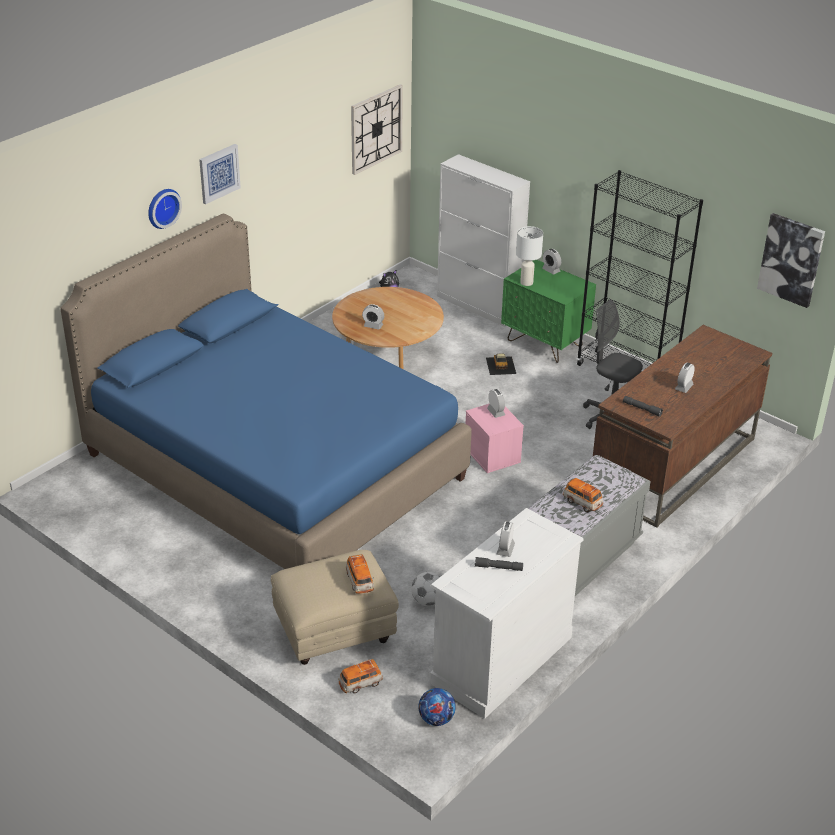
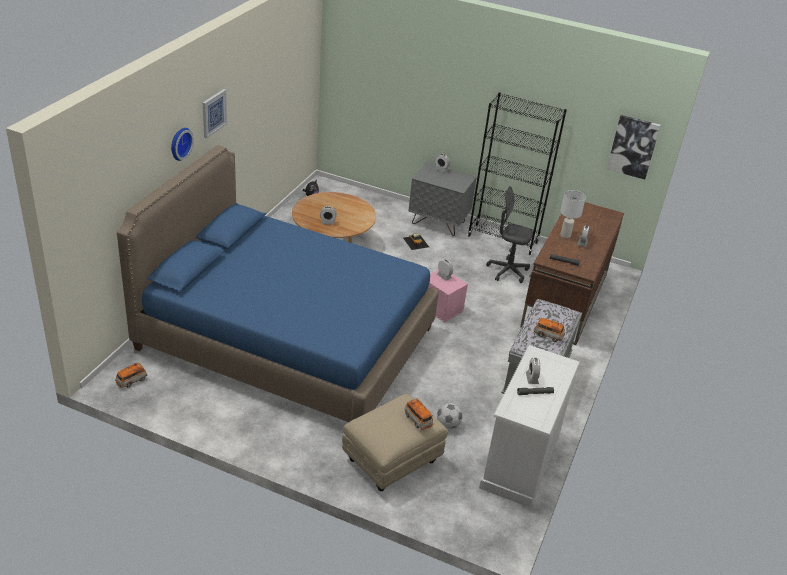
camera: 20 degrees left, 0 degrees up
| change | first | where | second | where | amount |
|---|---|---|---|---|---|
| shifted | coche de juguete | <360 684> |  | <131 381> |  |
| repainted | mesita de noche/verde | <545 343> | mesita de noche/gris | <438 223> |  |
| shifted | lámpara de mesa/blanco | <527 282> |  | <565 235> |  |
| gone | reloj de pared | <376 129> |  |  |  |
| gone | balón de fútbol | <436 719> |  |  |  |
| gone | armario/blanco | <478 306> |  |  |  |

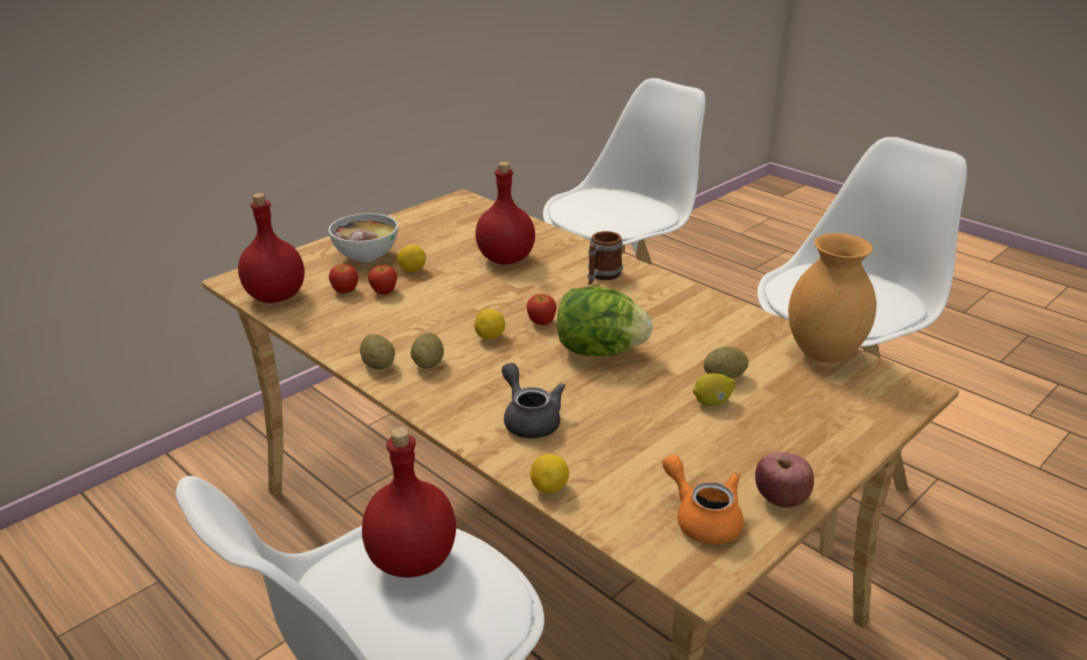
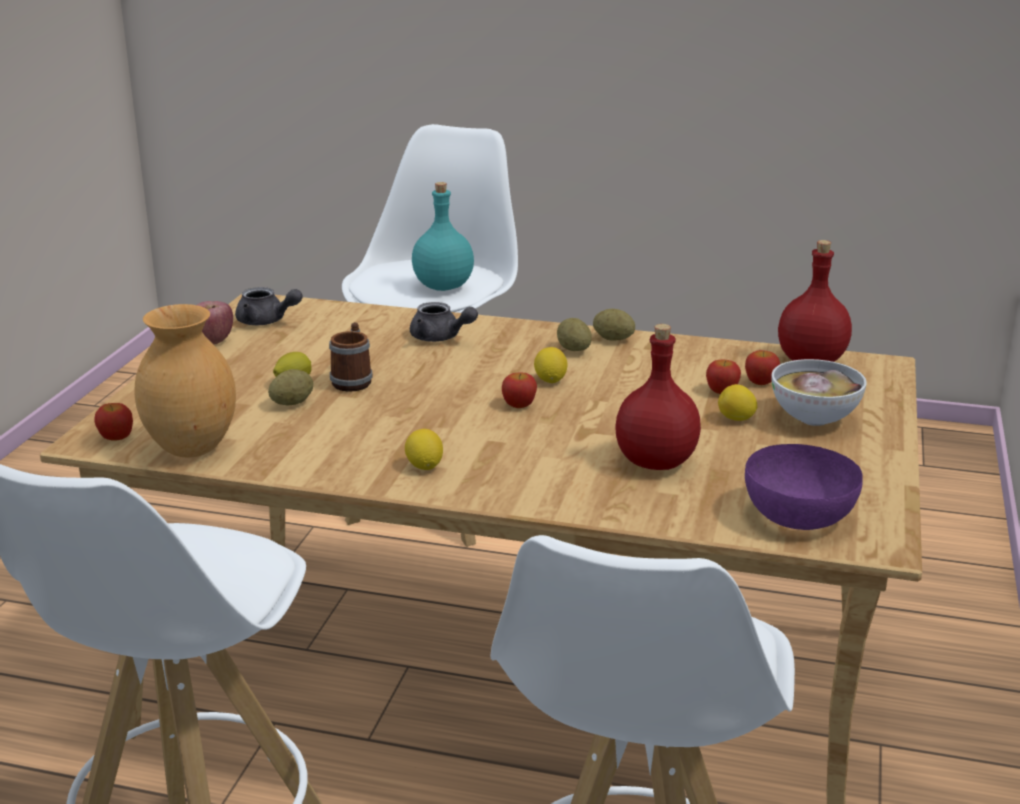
camera: 150 degrees right, 5 degrees down
| change | first | where | second | where | amount |
|---|---|---|---|---|---|
| new |  |  | manzana | <116 437> |  |
| repainted | tetera/naranja | <702 518> | tetera/gris | <266 321> |  |
| shifted | taza grande | <601 276> |  | <353 380> |  |
| shifted | limón | <549 488> |  | <424 466> |  |
| repainted | botella/rojo | <411 561> | botella/turquesa | <443 286> |  |
| new |  |  | cuenco/morado | <799 514> |  |
| gone | lechuga | <599 351> |  |  |  |

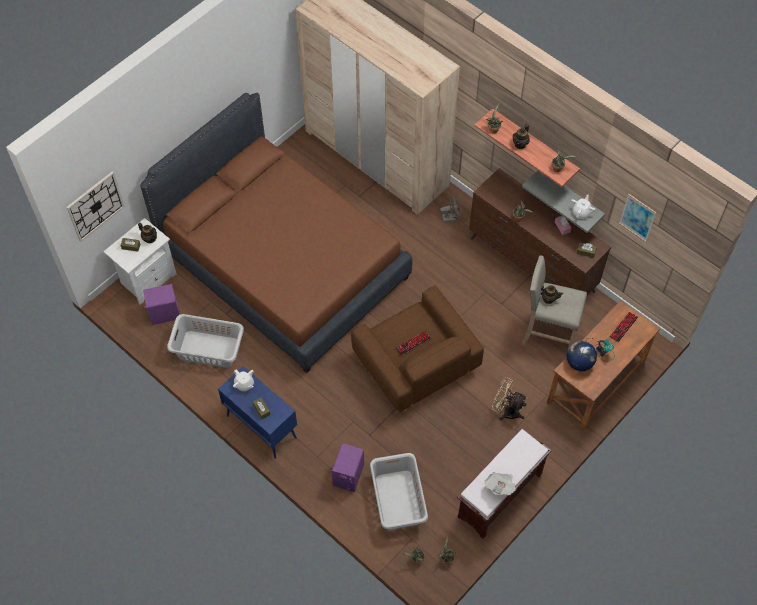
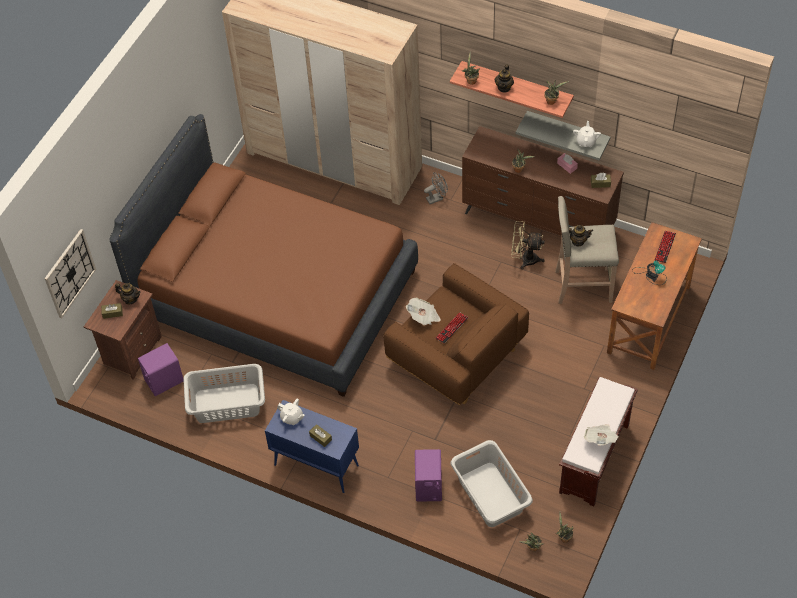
camera: 15 degrees left, 5 degrees down
| change | first | where | second | where | amount |
|---|---|---|---|---|---|
| repainted | mesita de noche/blanco | <147 279> | mesita de noche/marrón | <131 351> |  |
| new |  |  | periódico | <423 317> |  |
| shifted | ventilador/beis | <506 411> |  | <524 259> |  |
| gone | globo terráqueo | <579 363> |  |  |  |
| gone | cuadro | <637 217> |  |  |  |

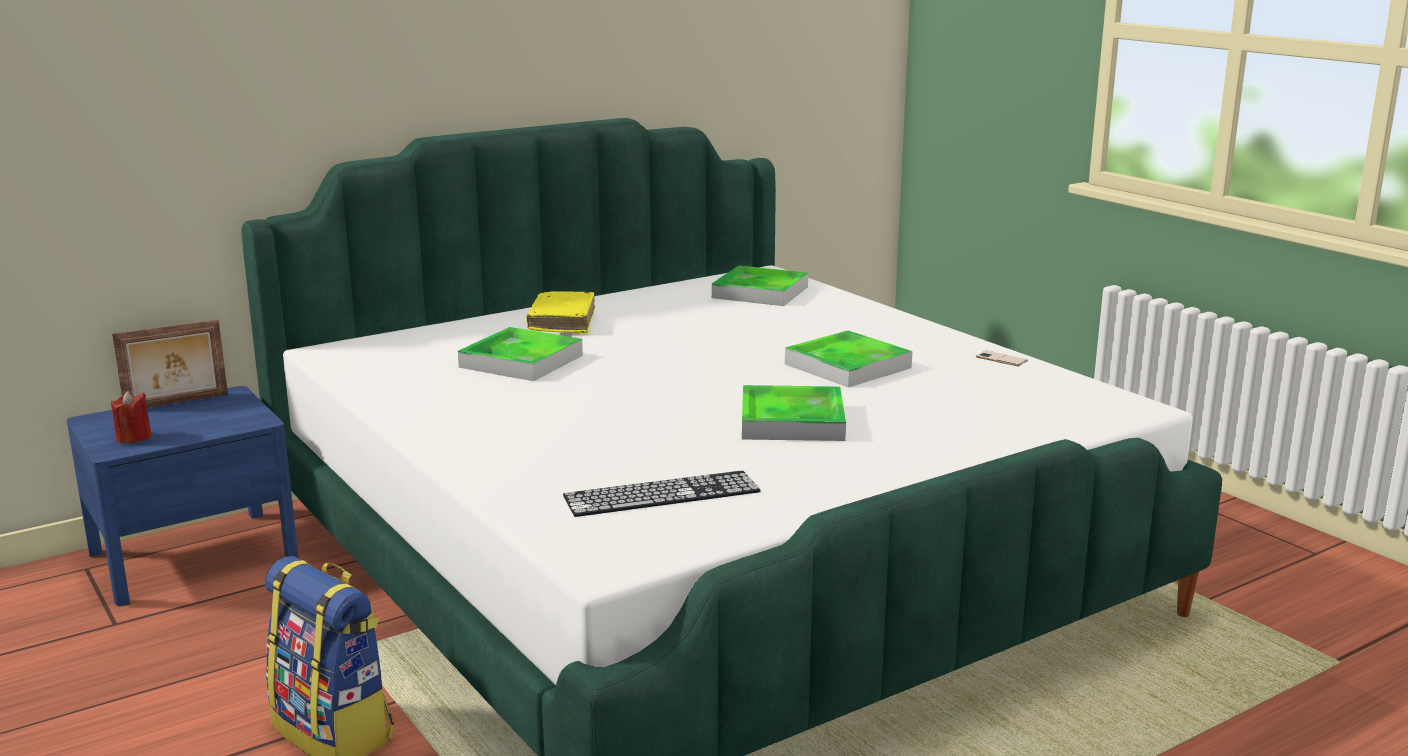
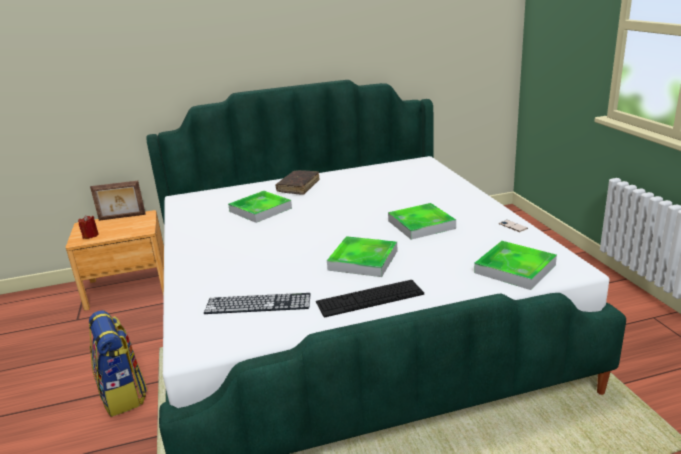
camera: 20 degrees right, 5 degrees up
| change | first | where | second | where | amount |
|---|---|---|---|---|---|
| repainted | mesita de noche/azul | <193 556> | mesita de noche/marrón | <128 287> |  |
| repainted | libro/amarillo | <562 322> | libro/marrón | <298 187> |  |
| new |  |  | teclado | <370 298> |  |
| shifted | bandeja | <760 292> |  | <515 269> |  |

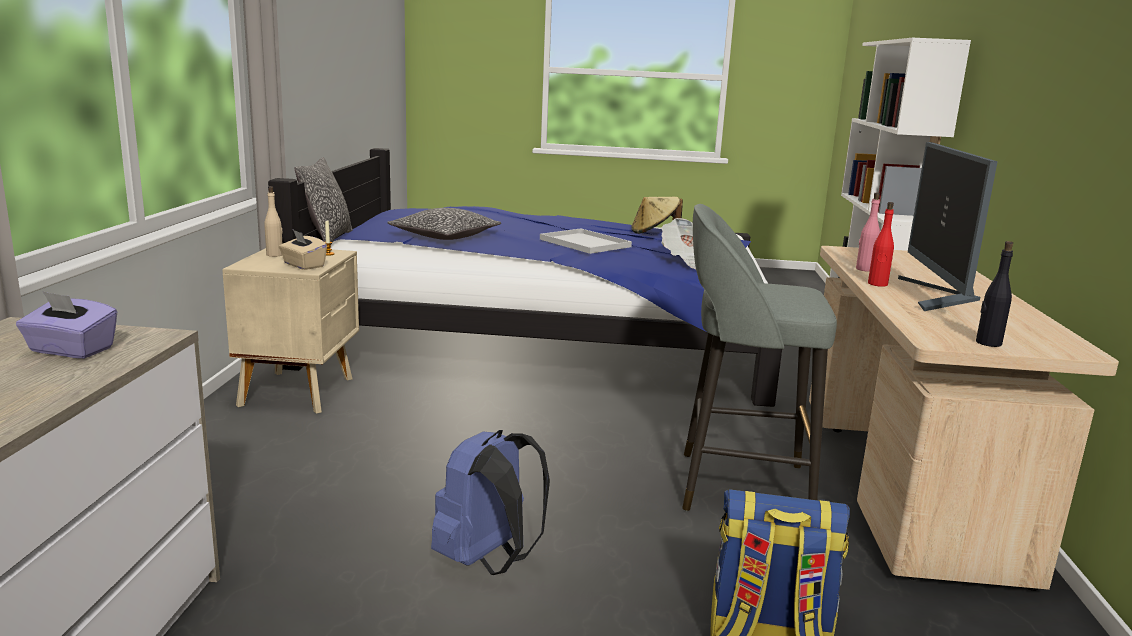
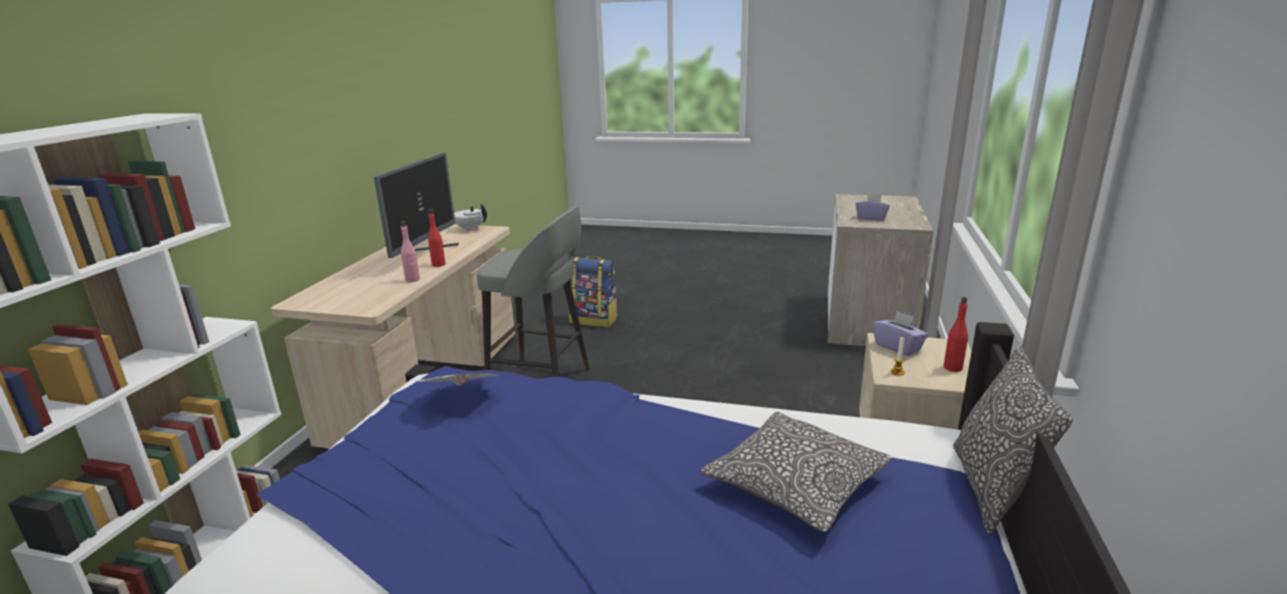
camera: 170 degrees left, 5 degrees up
| change | first | where | second | where | amount |
|---|---|---|---|---|---|
| swapped | botella/negro | <988 343> | tetera/blanco | <470 229> |  |
| repainted | caja de pañuelos/beis | <303 265> | caja de pañuelos/morado | <898 347> |  |
| repainted | botella/beis | <275 255> | botella/rojo | <952 368> |  |
| gone | mochila/azul | <488 560> |  |  |  |
| gone | bandeja/blanco | <586 243> |  |  |  |
| gone | sombrero/beis | <654 232> |  |  |  |

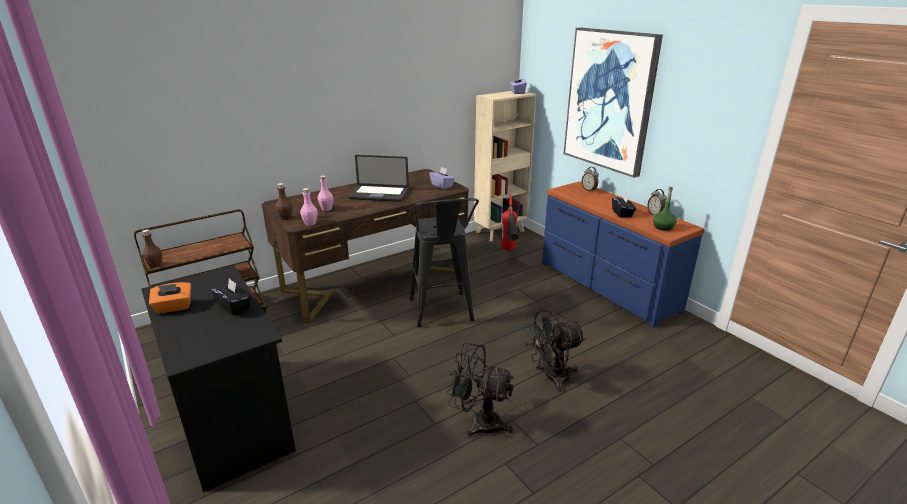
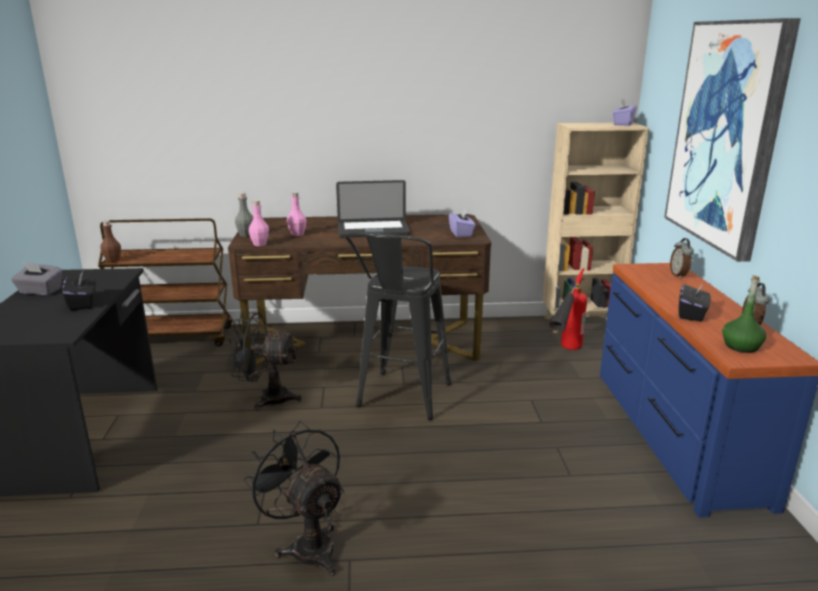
camera: 30 degrees right, 5 degrees down
| change | first | where | second | where | amount |
|---|---|---|---|---|---|
| repainted | caja de pañuelos/naranja | <174 307> | caja de pañuelos/gris | <40 291> |  |
| shifted | ventilador/negro | <551 378> |  | <267 398> |  |
| repainted | botella/marrón | <285 218> | botella/gris | <246 235> |  |
| rotated | portátil | <379 194> |  | <373 230> | 45 degrees counterclockwise |

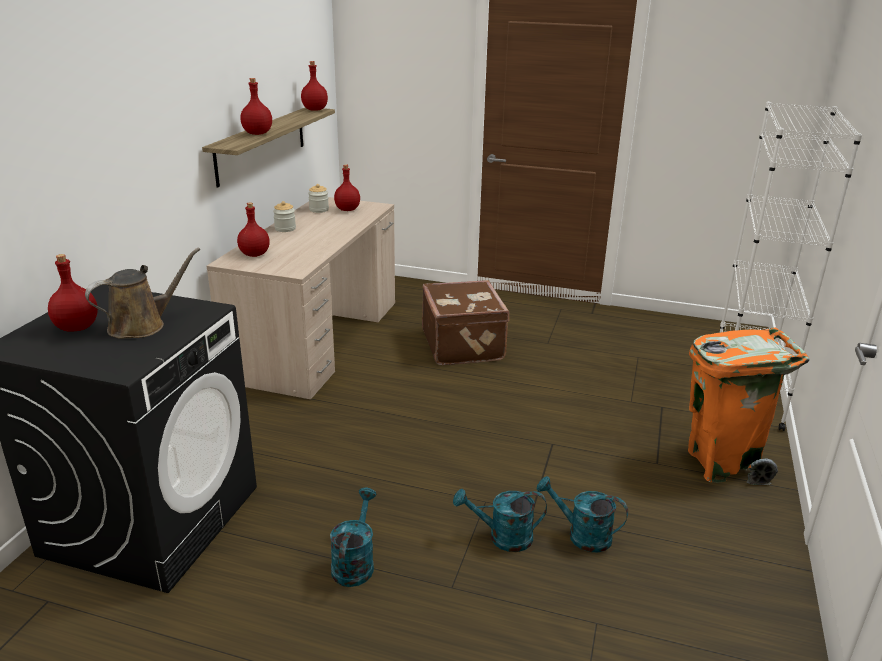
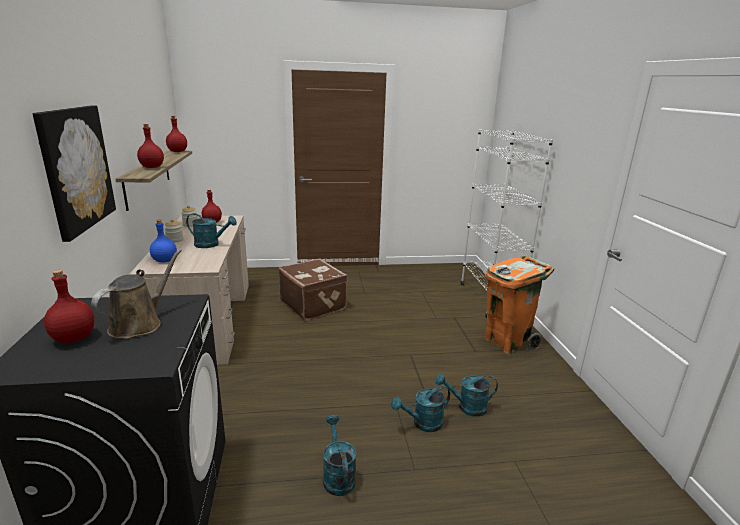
camera: 25 degrees left, 5 degrees down
| change | first | where | second | where | amount |
|---|---|---|---|---|---|
| new |  |  | cuadro | <76 169> |  |
| repainted | botella/rojo | <255 254> | botella/azul | <165 260> |  |
| new |  |  | regadera/turquesa | <211 244> |  |

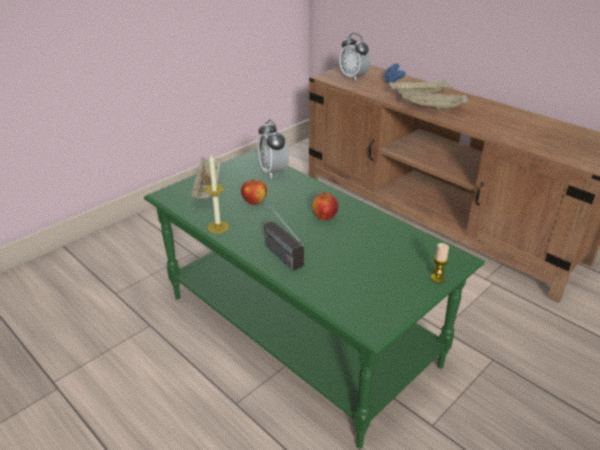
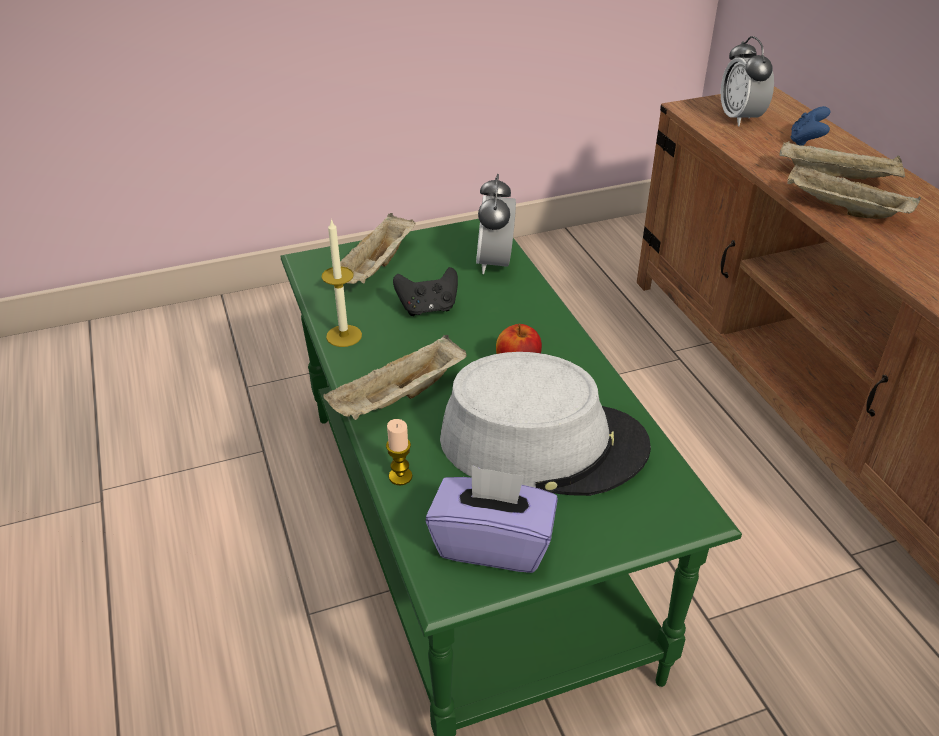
camera: 25 degrees right, 5 degrees up
| change | first | where | second | where | amount |
|---|---|---|---|---|---|
| swapped | radio | <275 249> | bandeja/beis | <399 398> |  |
| shifted | vela | <437 278> |  | <400 476> |  |
| swapped | manzana | <254 202> | mando de consola/negro | <428 308> |  |
| new |  |  | caja de pañuelos/morado | <492 543> |  |
| new |  |  | sombrero/gris | <543 443> |  |

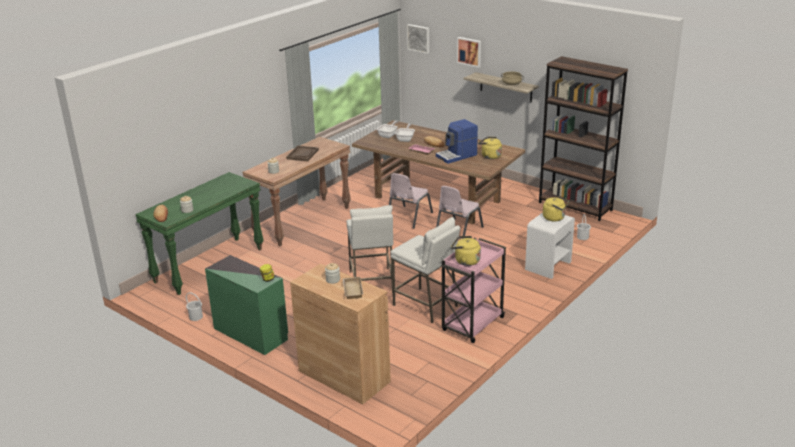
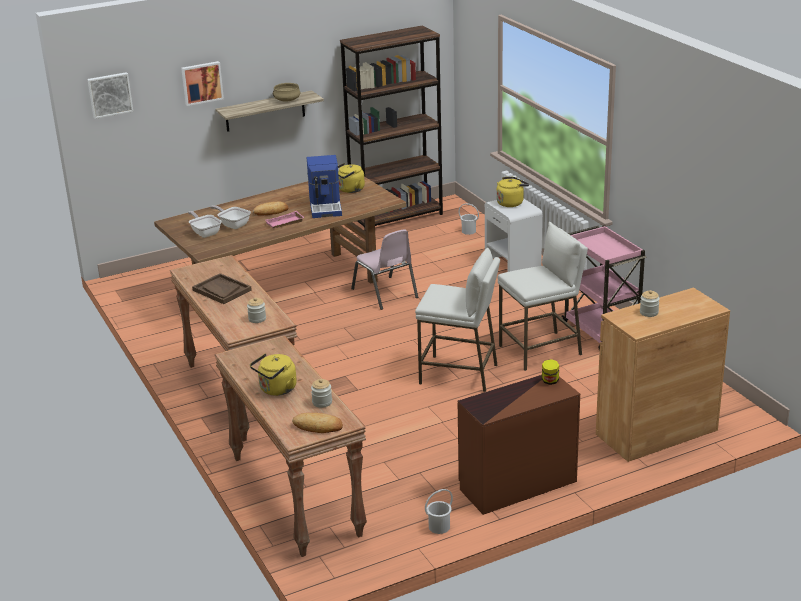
camera: 65 degrees left, 0 degrees up
| change | first | where | second | where | amount |
|---|---|---|---|---|---|
| repainted | mesa consola/verde | <209 265> | mesa consola/marrón | <294 495> |  |
| shifted | hervidor/amarillo | <465 261> |  | <276 390> |  |
| repainted | cómoda/verde | <251 333> | cómoda/marrón | <516 485> |  |
| gone | bandeja/beis | <351 290> |  |  |  |
| gone | silla/rosa | <409 217> |  |  |  |

